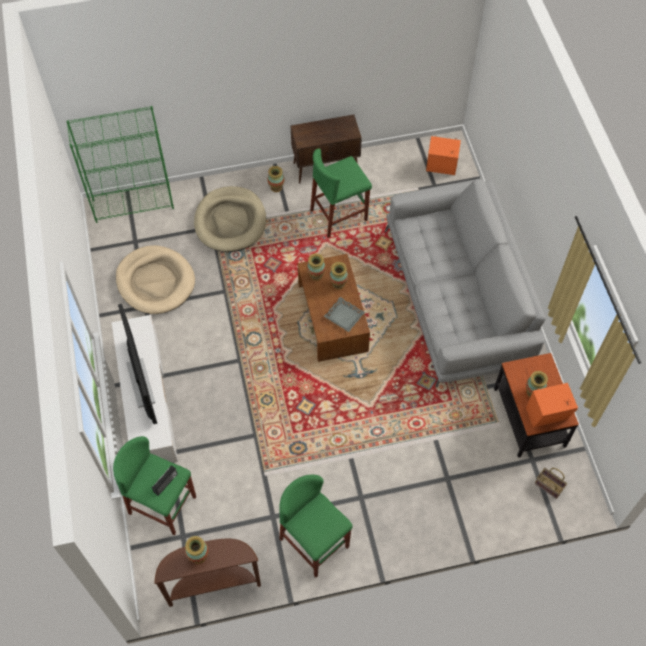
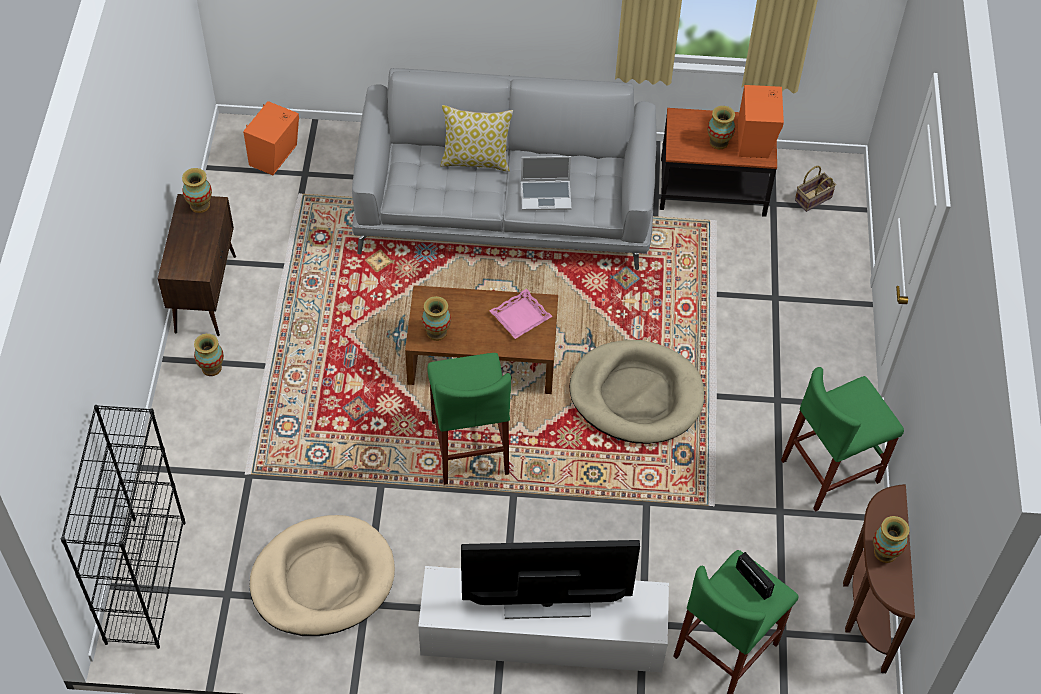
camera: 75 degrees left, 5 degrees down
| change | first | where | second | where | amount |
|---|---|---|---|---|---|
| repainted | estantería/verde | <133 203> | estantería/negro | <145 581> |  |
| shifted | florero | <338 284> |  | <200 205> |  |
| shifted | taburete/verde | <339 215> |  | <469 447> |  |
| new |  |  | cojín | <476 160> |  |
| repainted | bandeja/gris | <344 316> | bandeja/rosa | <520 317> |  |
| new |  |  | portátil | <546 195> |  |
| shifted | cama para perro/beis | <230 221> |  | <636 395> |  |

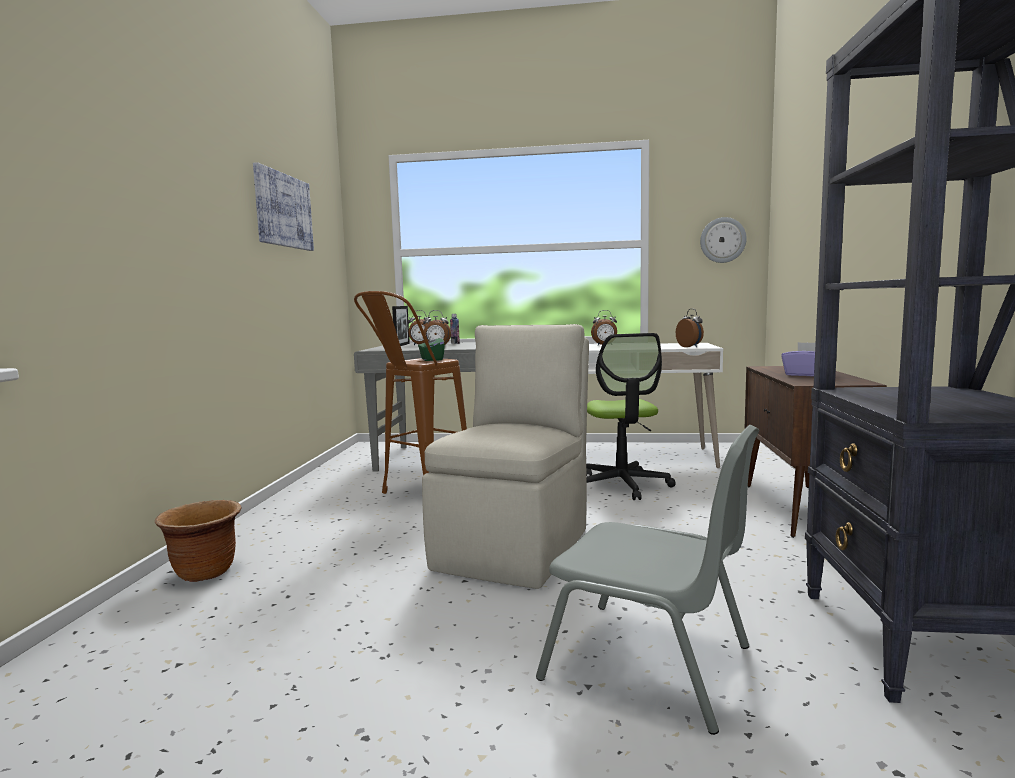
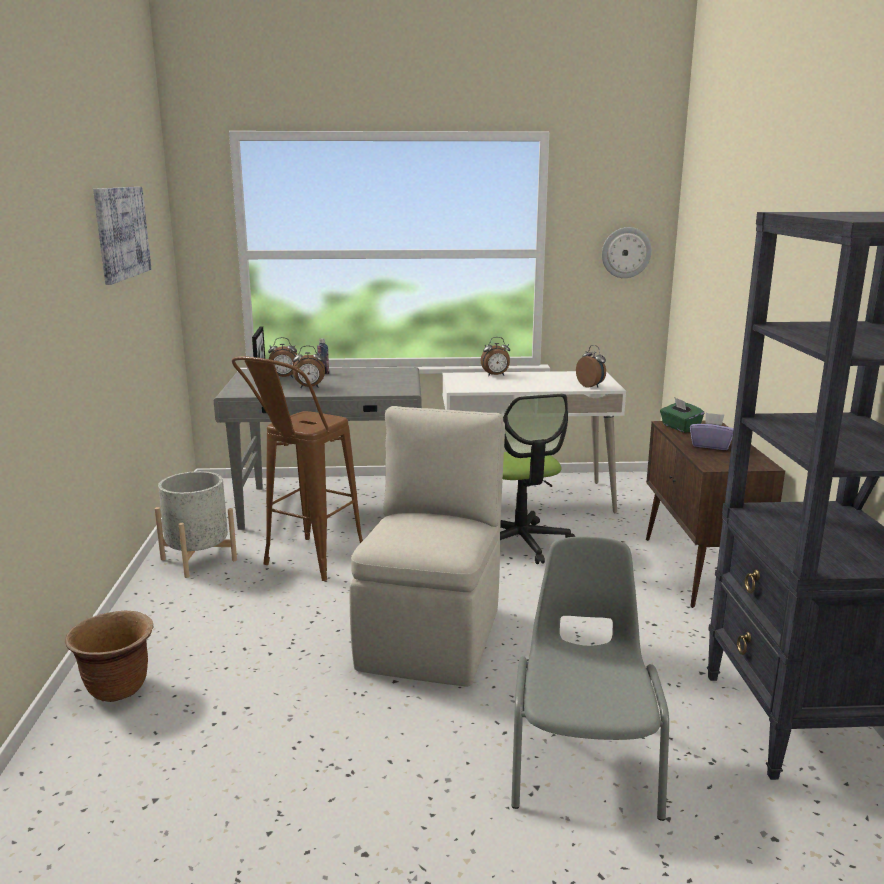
camera: 10 degrees left, 10 degrees up
| change | first | where | second | where | amount |
|---|---|---|---|---|---|
| new |  |  | maceta/gris | <198 559> |  |
| rotated | silla/gris | <650 663> |  | <584 760> | 105 degrees counterclockwise |
| shifted | caja de pañuelos/verde | <431 359> |  | <679 428> |  |

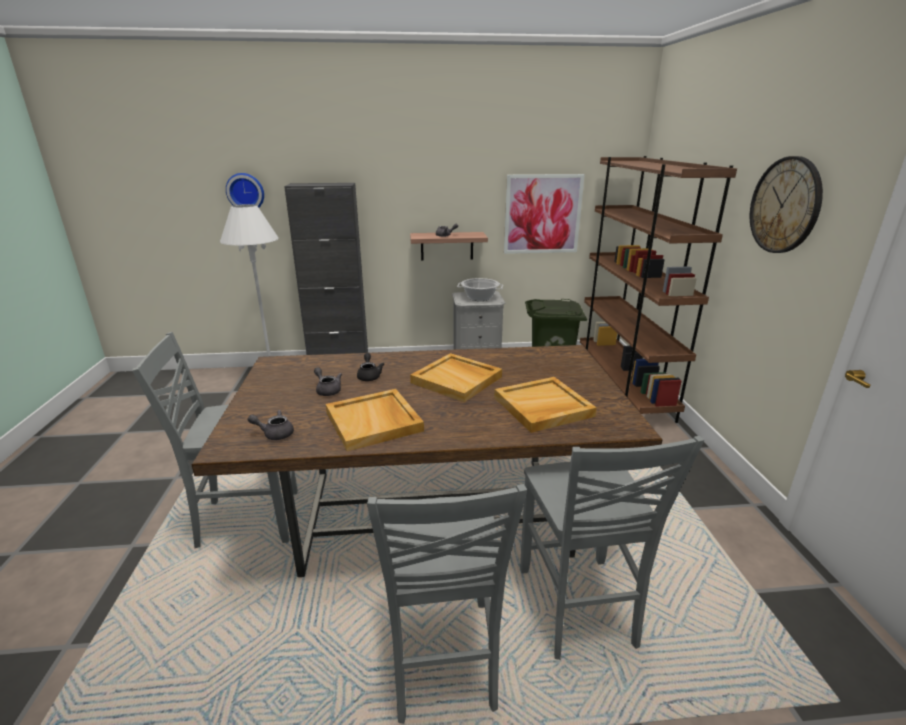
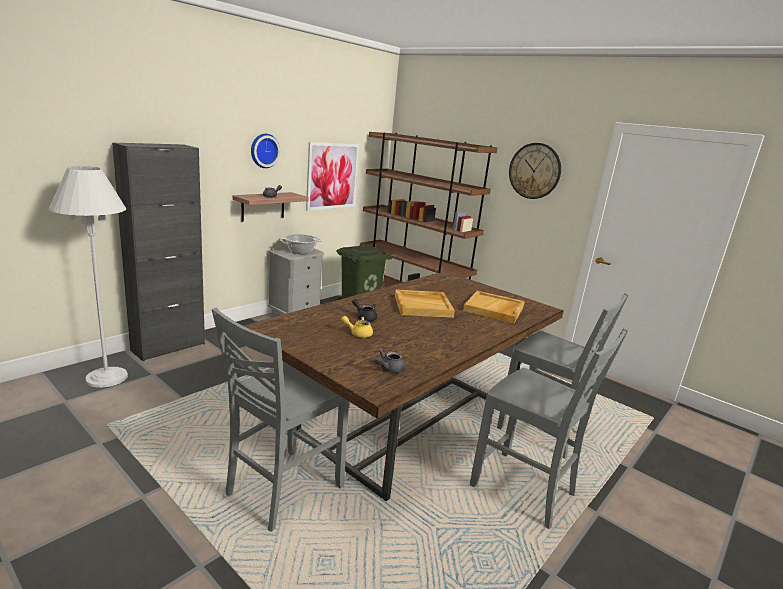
camera: 45 degrees left, 5 degrees down
| change | first | where | second | where | amount |
|---|---|---|---|---|---|
| shifted | reloj de pared | <246 192> |  | <263 150> |  |
| repainted | tetera/gris | <327 390> | tetera/amarillo | <358 333> |  |
| gone | bandeja/beis | <374 422> |  |  |  |

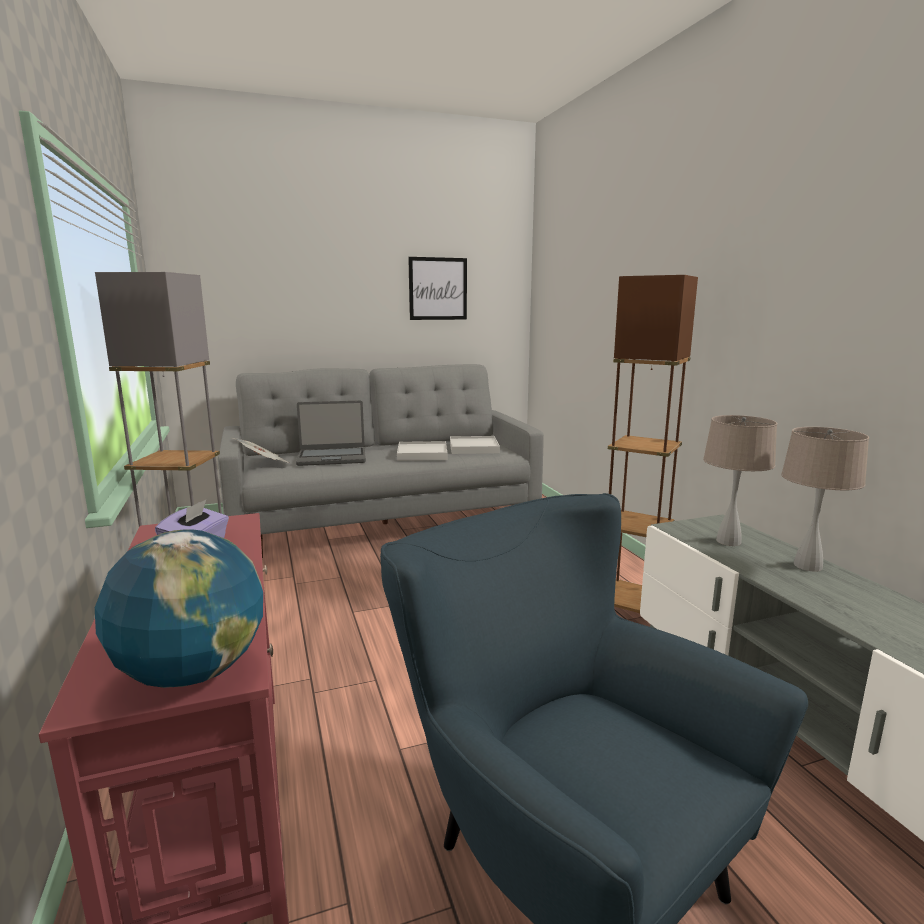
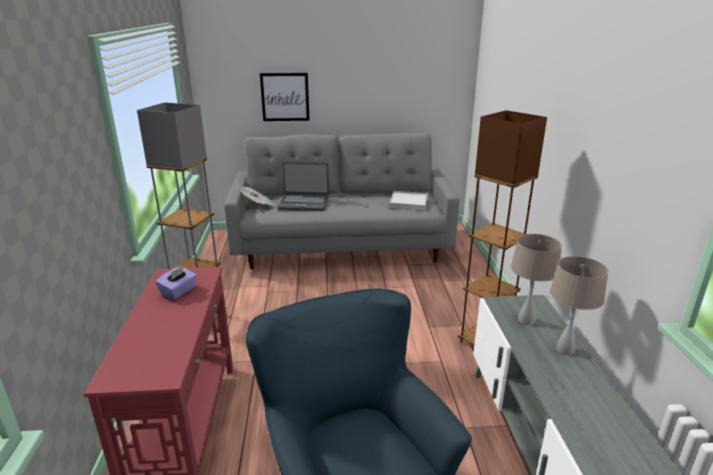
camera: 15 degrees right, 10 degrees up
| change | first | where | second | where | amount |
|---|---|---|---|---|---|
| shifted | cuadro | <438 289> |  | <285 97> |  |
| gone | globo terráqueo | <192 673> |  |  |  |
| gone | bandeja/blanco | <422 454> |  |  |  |

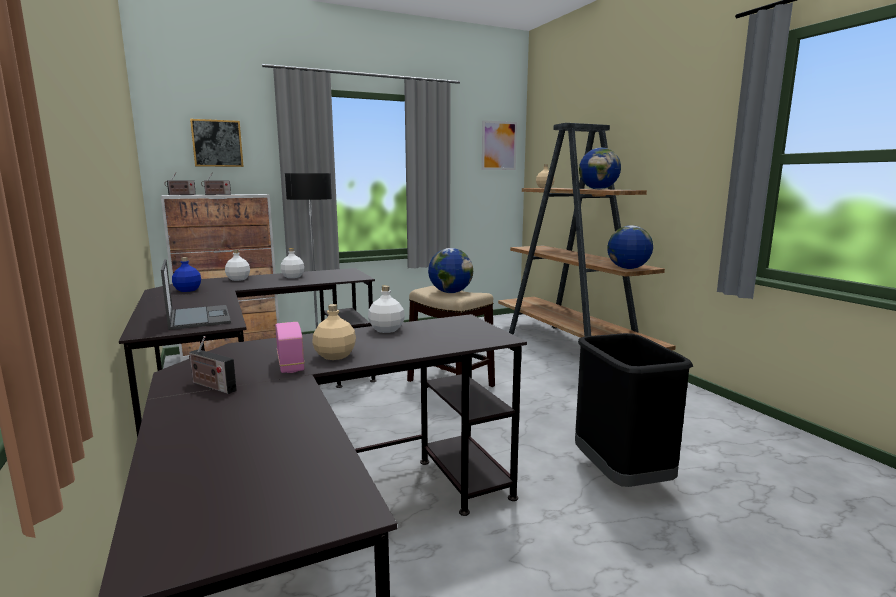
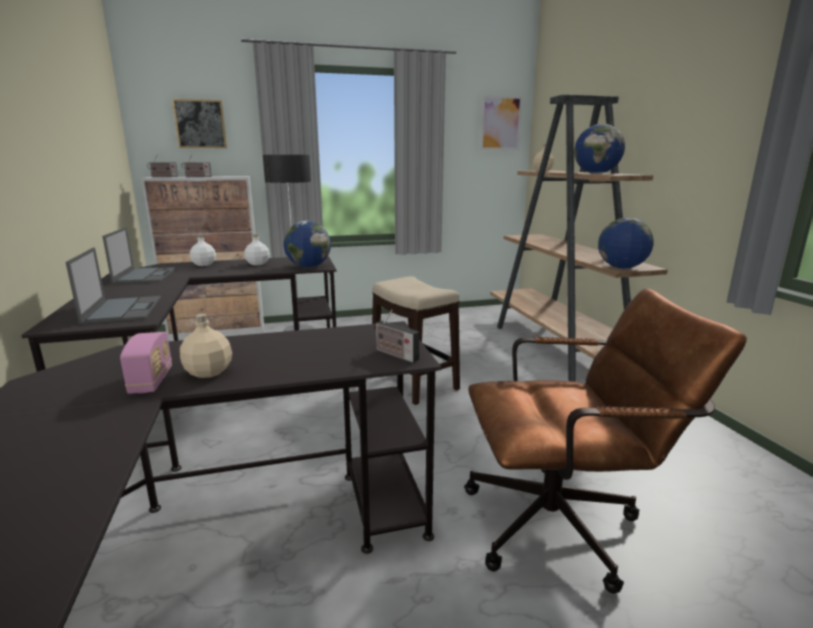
camera: 10 degrees right, 5 degrees up
| change | first | where | second | where | amount |
|---|---|---|---|---|---|
| swapped | botella/azul | <187 290> | portátil | <145 275> |  |
| shifted | globo terráqueo | <450 292> |  | <308 267> |  |
| shifted | radio | <211 386> |  | <394 354> |  |
| swapped | papelera/negro | <621 477> | silla de oficina/marrón | <566 524> |  |
| gone | botella/blanco | <387 330> |  |  |  |

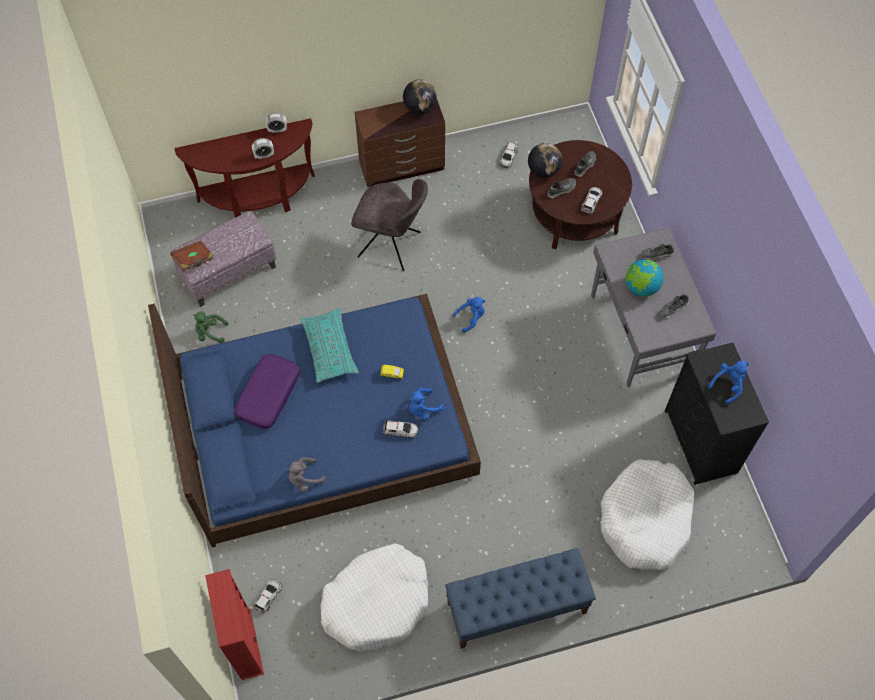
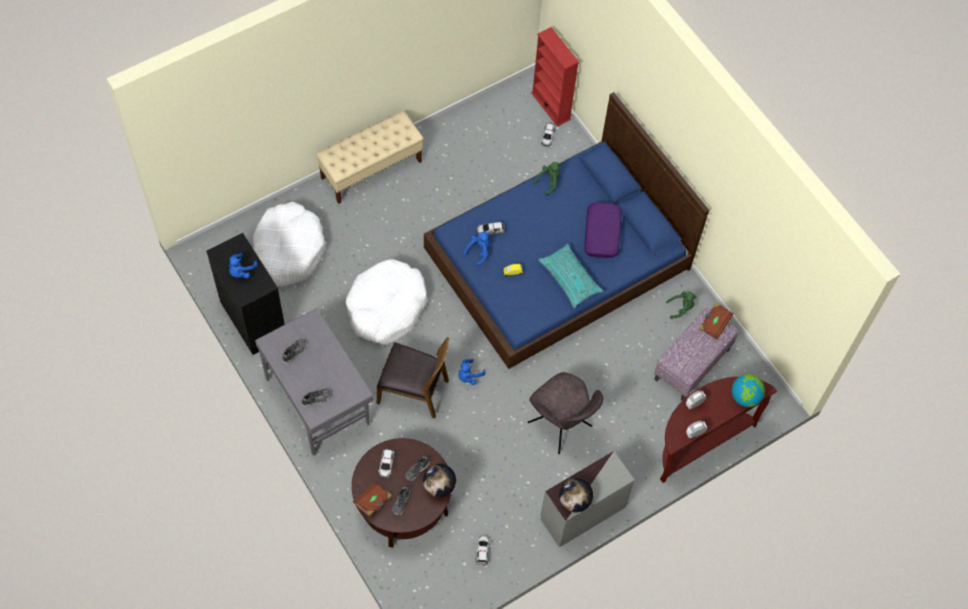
camera: 160 degrees right, 0 degrees up
| change | first | where | second | where | amount |
|---|---|---|---|---|---|
| repainted | banco/azul | <516 608> | banco/beis | <371 169> |  |
| shifted | cama para perro/blanco | <377 602> |  | <386 307> |  |
| new |  |  | libro/marrón | <373 502> |  |
| new |  |  | silla/marrón | <413 390> |  |
| rotated | silla/gris | <391 245> |  | <561 426> | 135 degrees counterclockwise |
| repainted | peluche/gris | <304 479> | peluche/verde | <548 182> |  |
| repainted | cómoda/marrón | <402 166> | cómoda/gris | <581 512> |  |
| shifted | globo terráqueo | <641 287> |  | <745 397> |  |

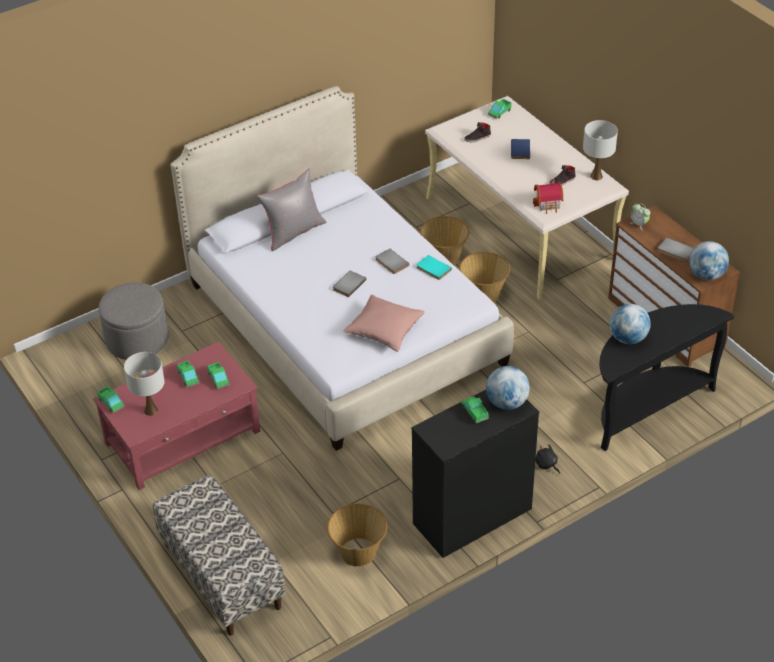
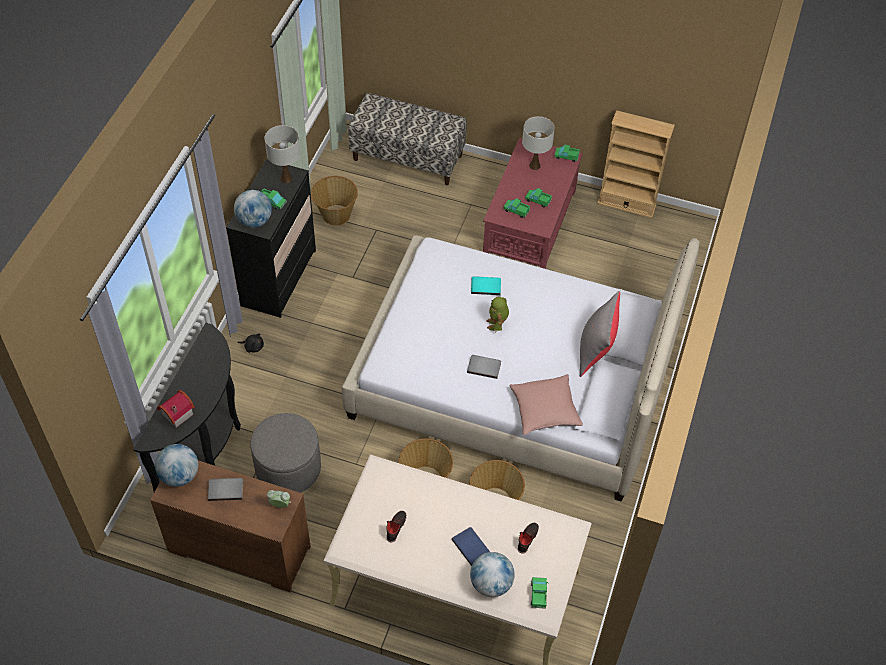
camera: 140 degrees right, 10 degrees up
| change | first | where | second | where | amount |
|---|---|---|---|---|---|
| shifted | casita | <549 204> |  | <175 414> |  |
| shifted | puf/gris | <137 340> |  | <288 468> |  |
| shifted | lámpara de mesa/blanco | <596 176> |  | <286 178> |  |
| shifted | globo terráqueo | <628 338> |  | <491 584> |  |
| shifted | libro/turquesa | <432 269> |  | <485 286> |  |
| swapped | libro/gris | <348 284> | robot de juguete | <497 324> |  |
| shifted | cojín/rosa | <384 330> |  | <545 410> |  |
| new |  |  | estantería/beis | <626 204> |  |

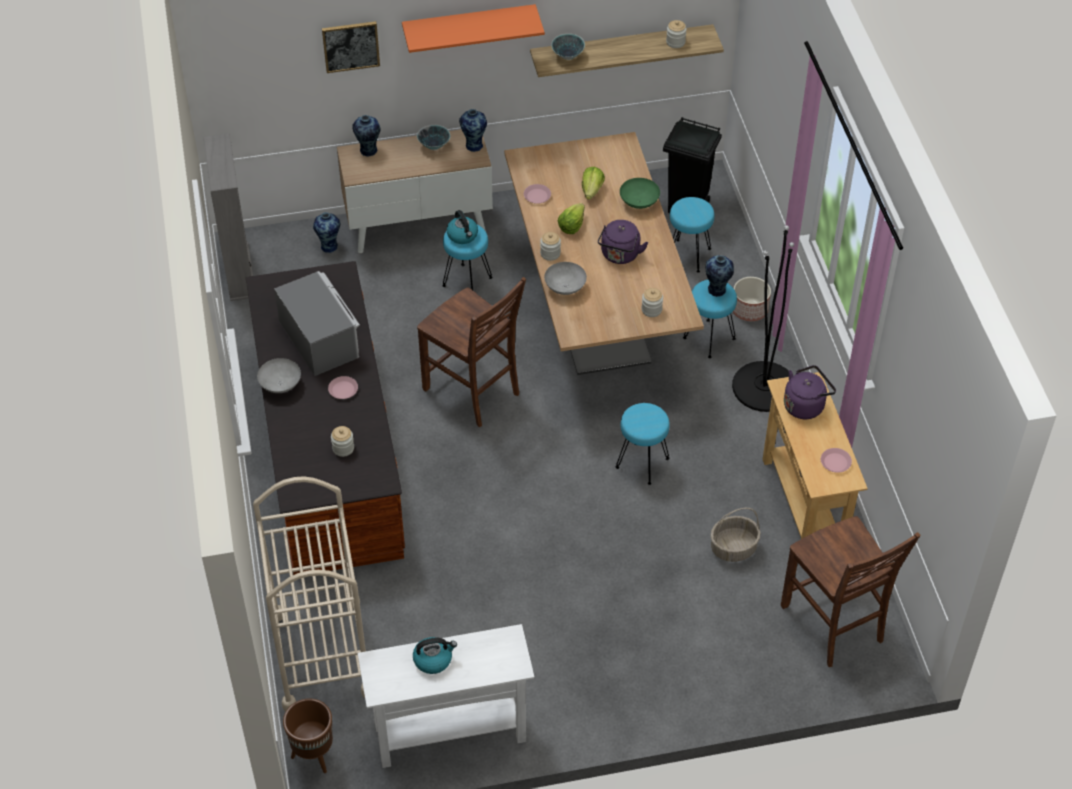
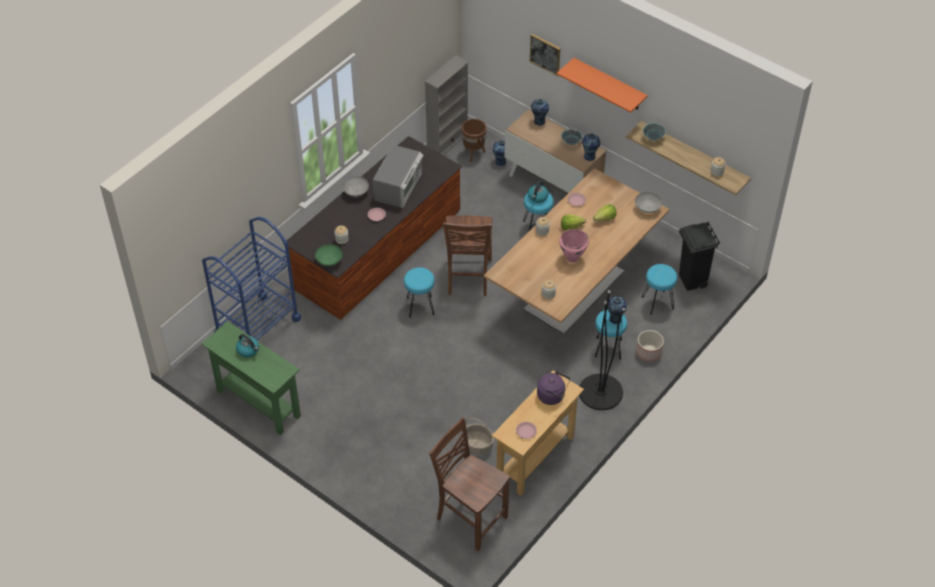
camera: 50 degrees right, 0 degrees up
| change | first | where | second | where | amount |
|---|---|---|---|---|---|
| repainted | mesa consola/blanco | <450 733> | mesa consola/verde | <258 403> |  |
| repainted | carrito/beis | <321 654> | carrito/azul | <257 327> |  |
| shifted | cuenco/verde | <639 203> |  | <329 261> |  |
| shifted | taburete/turquesa | <642 464> |  | <420 306> |  |
| rotated | silla/marrón | <834 625> |  | <470 518> | 105 degrees clockwise |
| shifted | maceta/marrón | <313 755> |  | <474 154> |  |
| swapped | hervidor/morado | <620 255> | olla/rosa | <572 258> |  |
| shifted | cuenco/gris | <565 287> |  | <647 208> |  |

